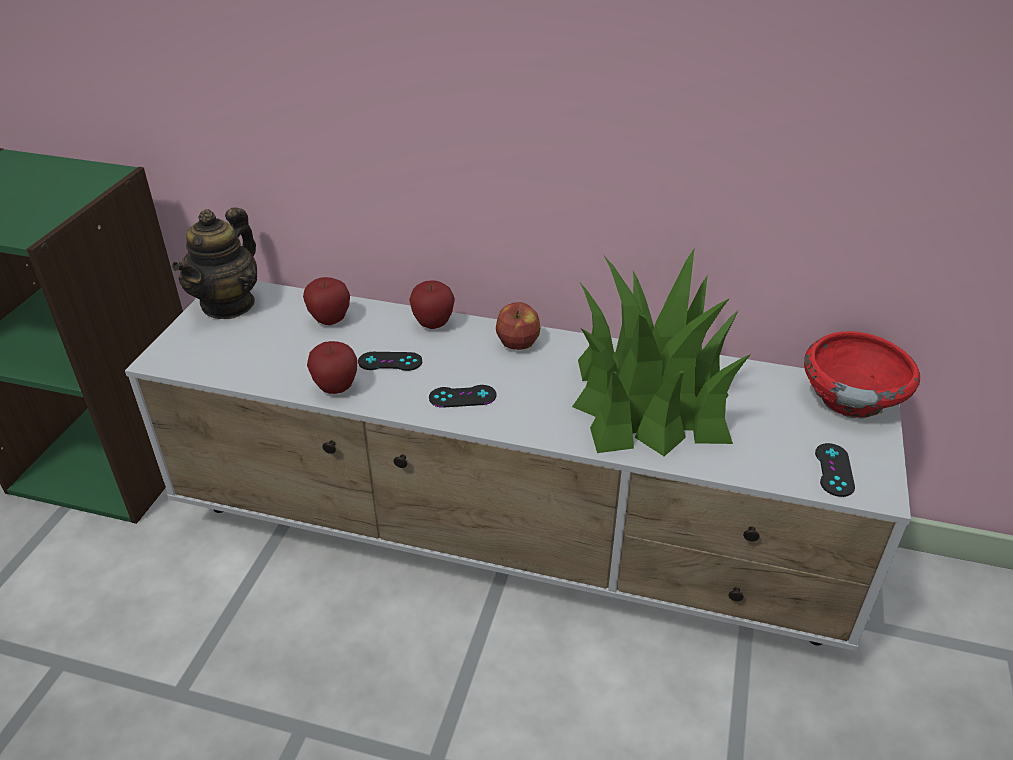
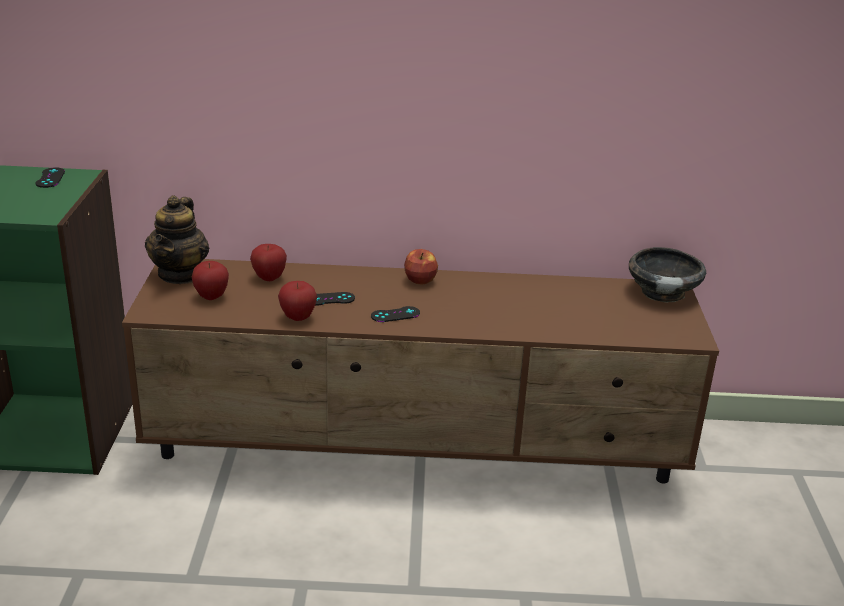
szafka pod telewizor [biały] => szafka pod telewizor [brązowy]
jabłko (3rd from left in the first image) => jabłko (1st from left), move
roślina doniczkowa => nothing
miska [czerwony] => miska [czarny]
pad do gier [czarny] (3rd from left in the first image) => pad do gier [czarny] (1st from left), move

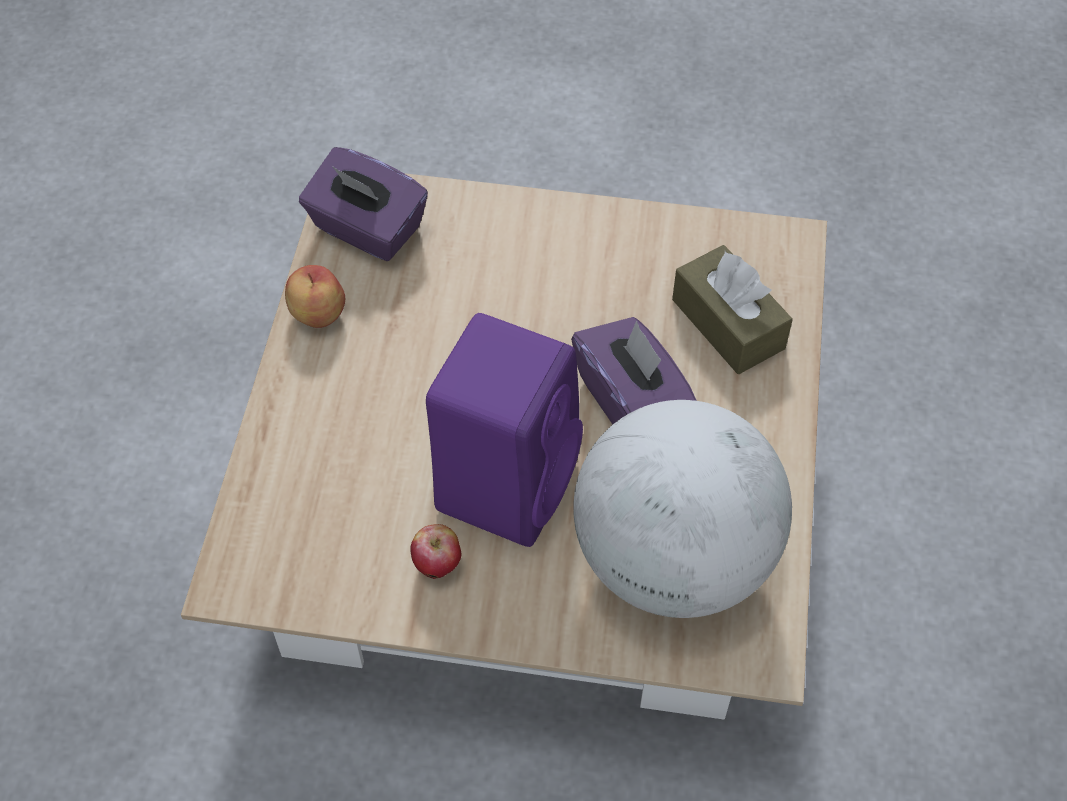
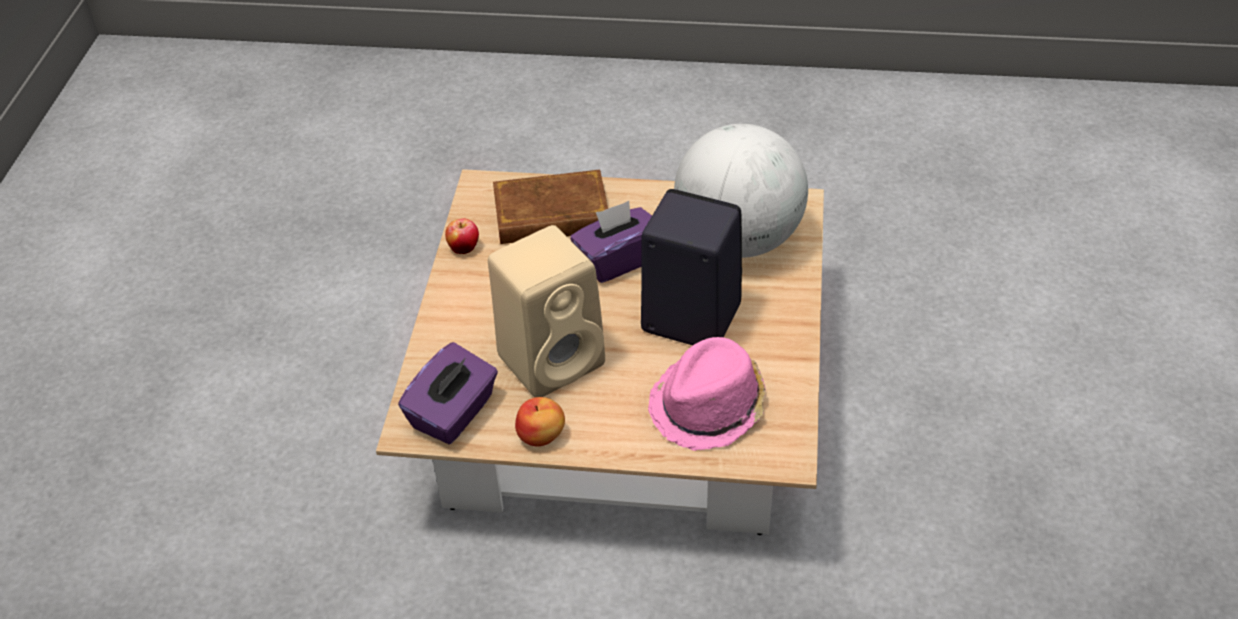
jabłko (2nd from left in the first image) => jabłko (1st from left), move
głośnik [fioletowy] => głośnik [czarny]
pudełko chusteczek [brązowy] => książka [brązowy]
nothing => głośnik [beżowy]
nothing => kapelusz [różowy]

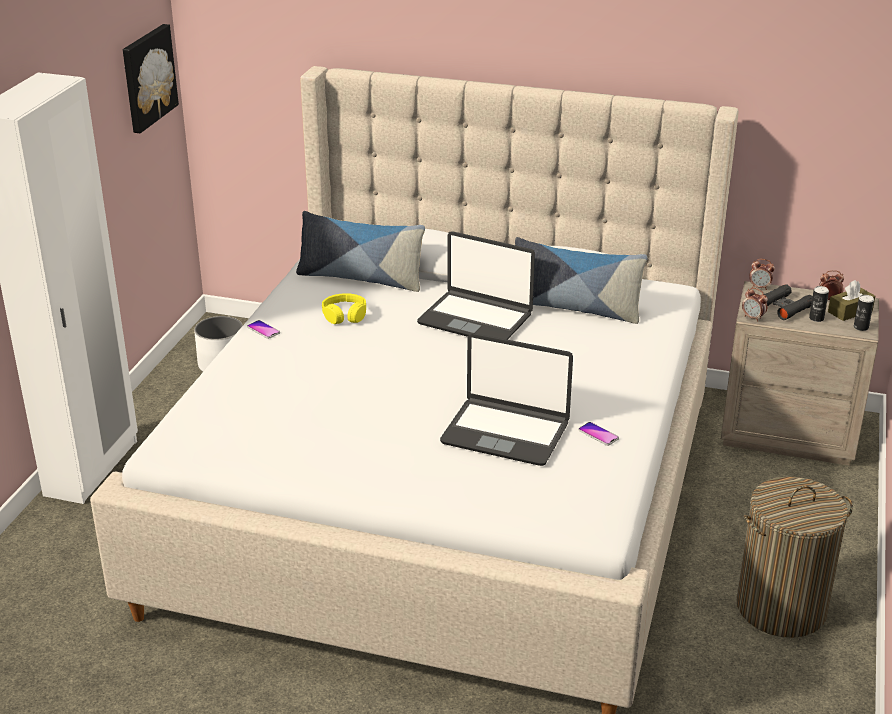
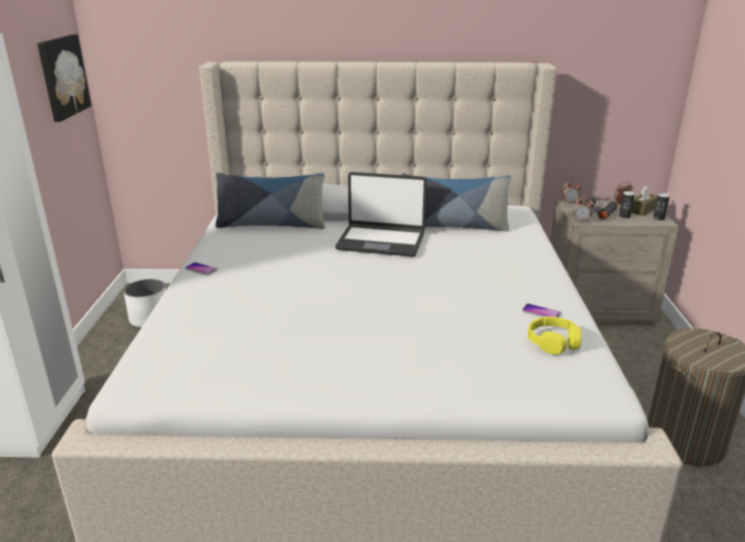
słuchawki [żółty], move
laptop (2nd from left) => nothing

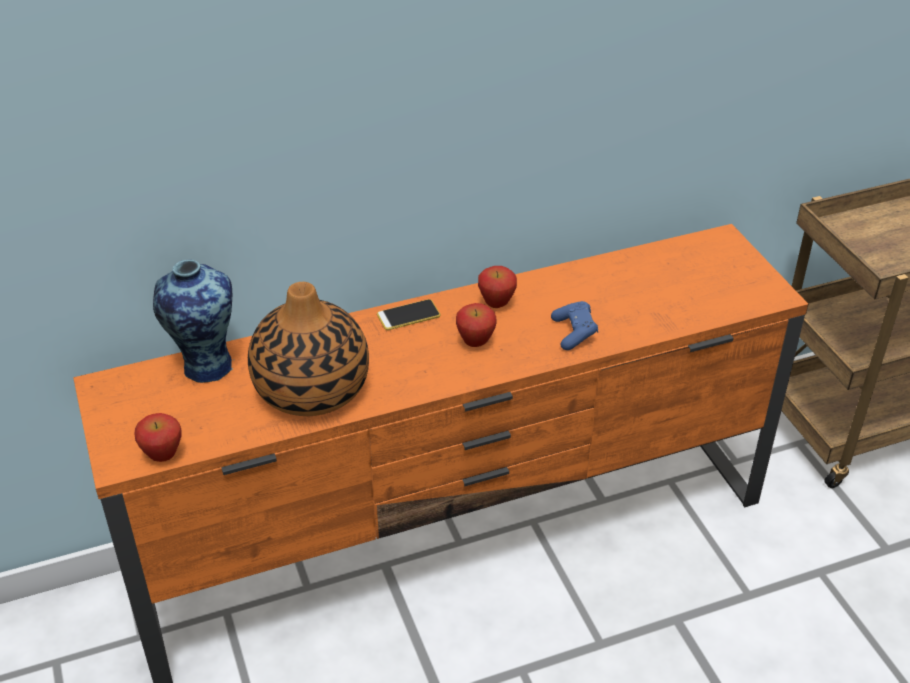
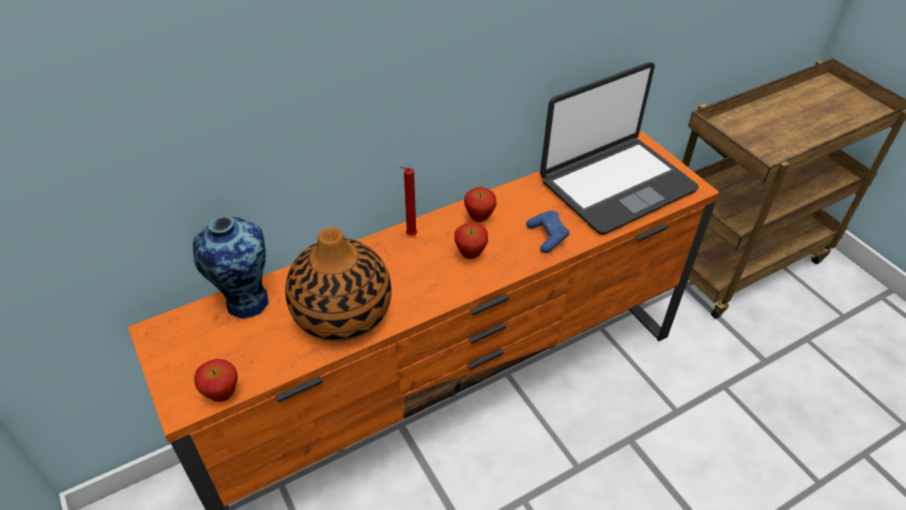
telefon => świeca [czerwony]
nothing => laptop

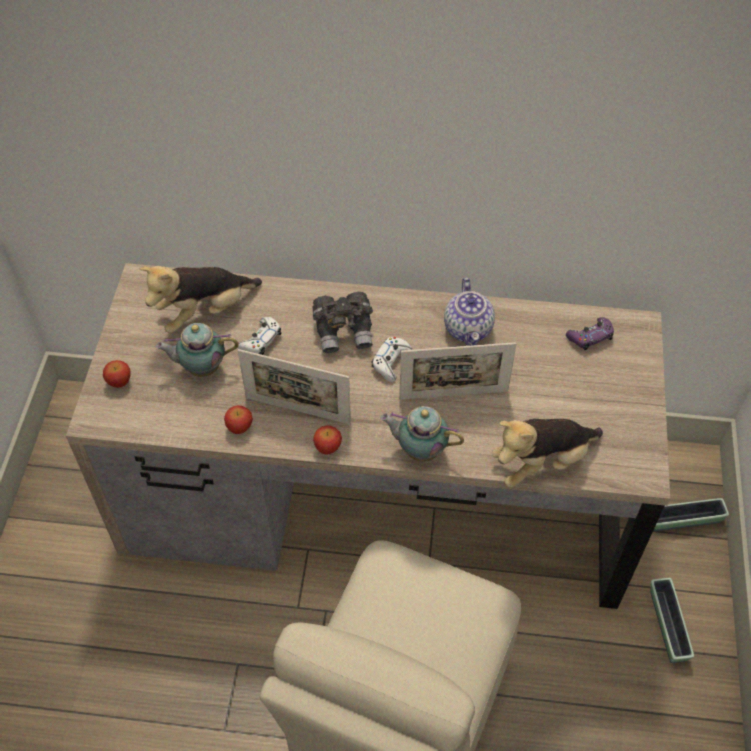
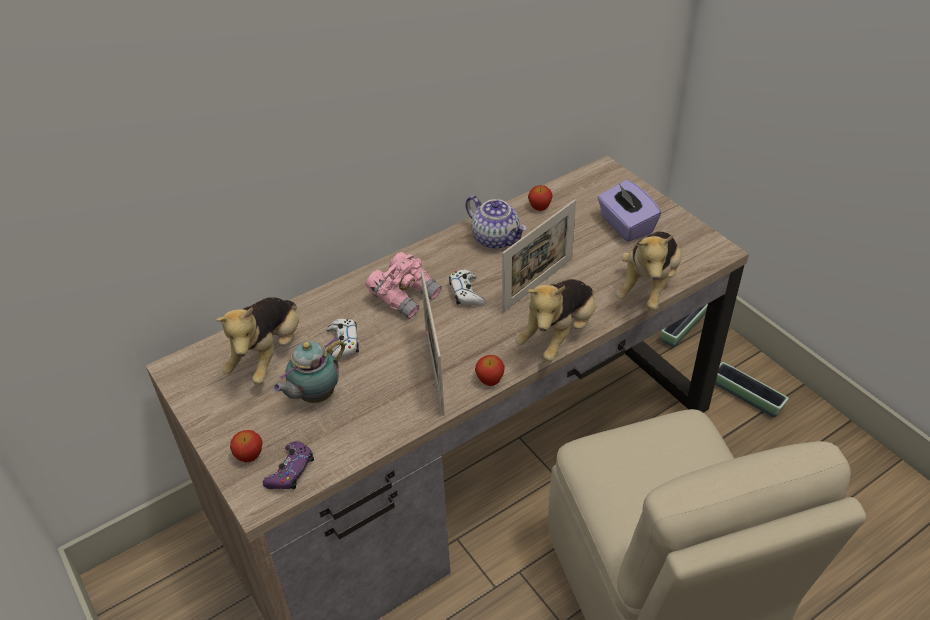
jabłko (2nd from left in the first image) => jabłko (3rd from left), move
ramka na zdjęcie (1st from left), 105 degrees clockwise
lornetka [szary] => lornetka [różowy]
imbryk (2nd from left) => pluszak (2nd from left)
pad do gier [fioletowy], move
nothing => pudełko chusteczek [fioletowy]

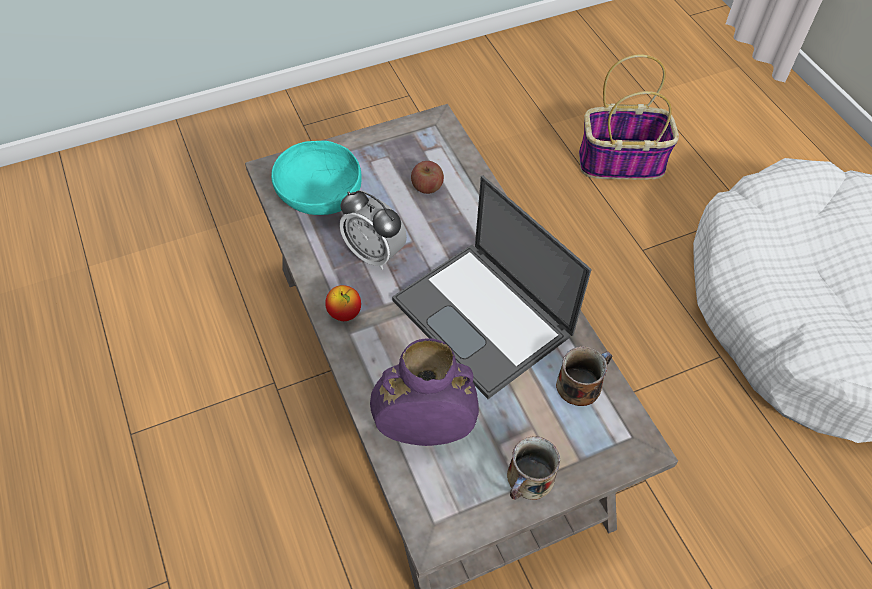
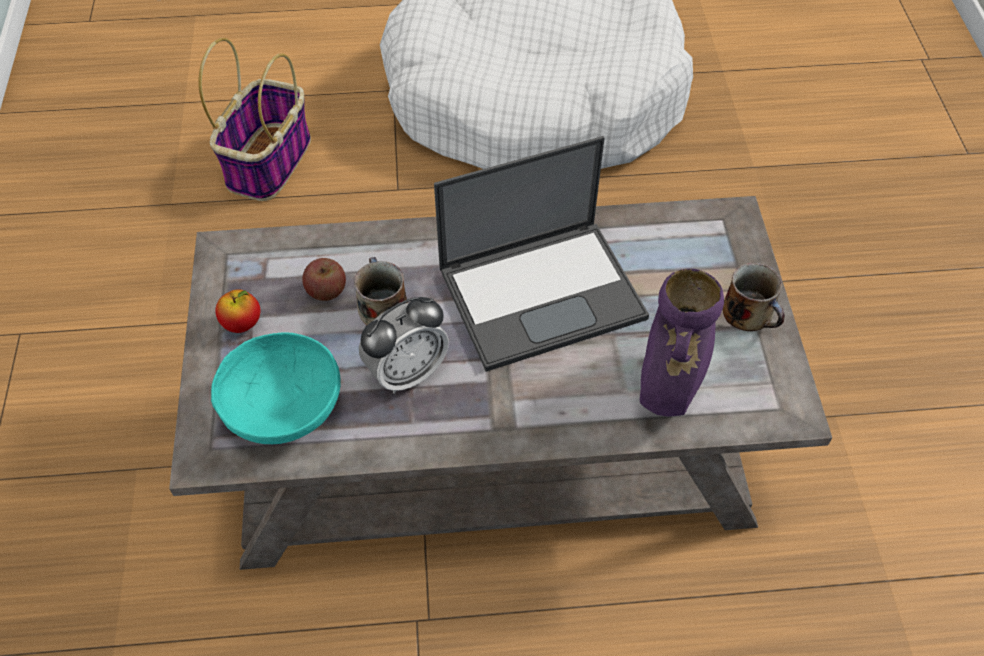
jabłko (1st from left), move
kubek (2nd from left in the first image) => kubek (1st from left), move

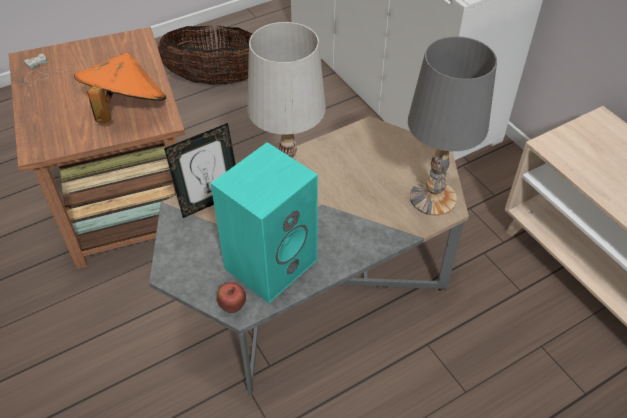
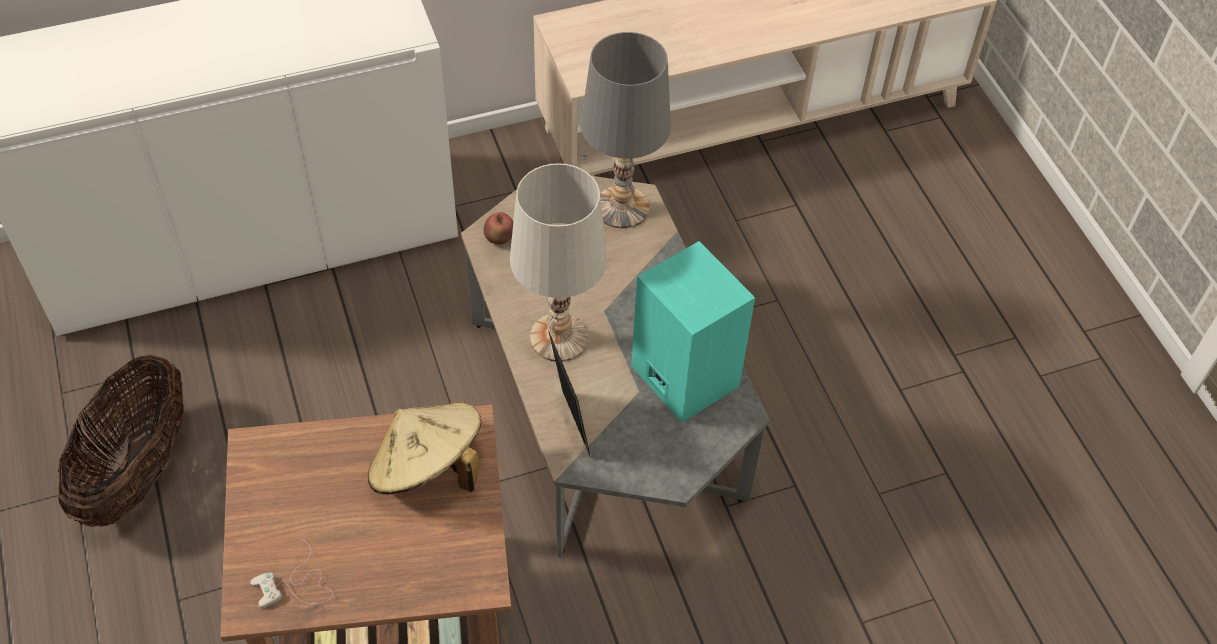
kapelusz [pomarańczowy] => kapelusz [beżowy]
jabłko, move

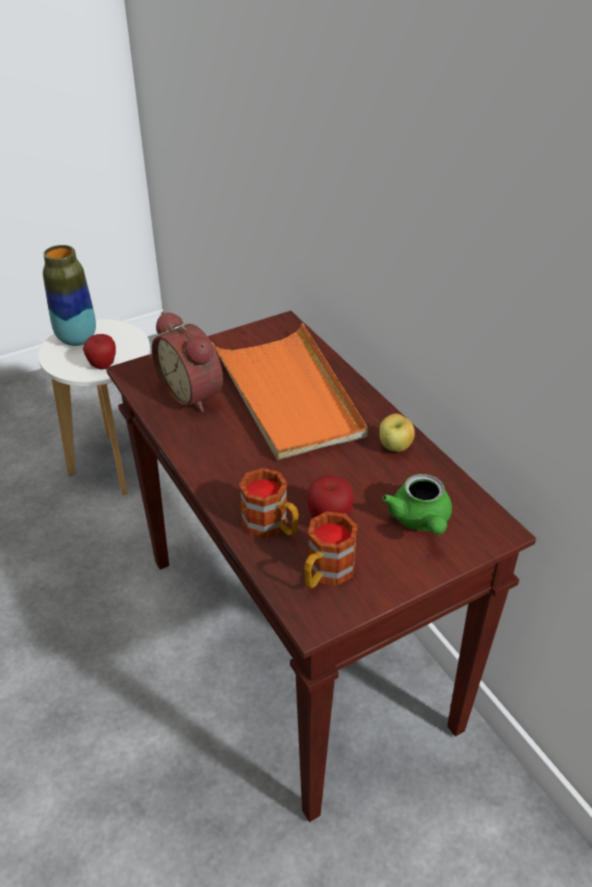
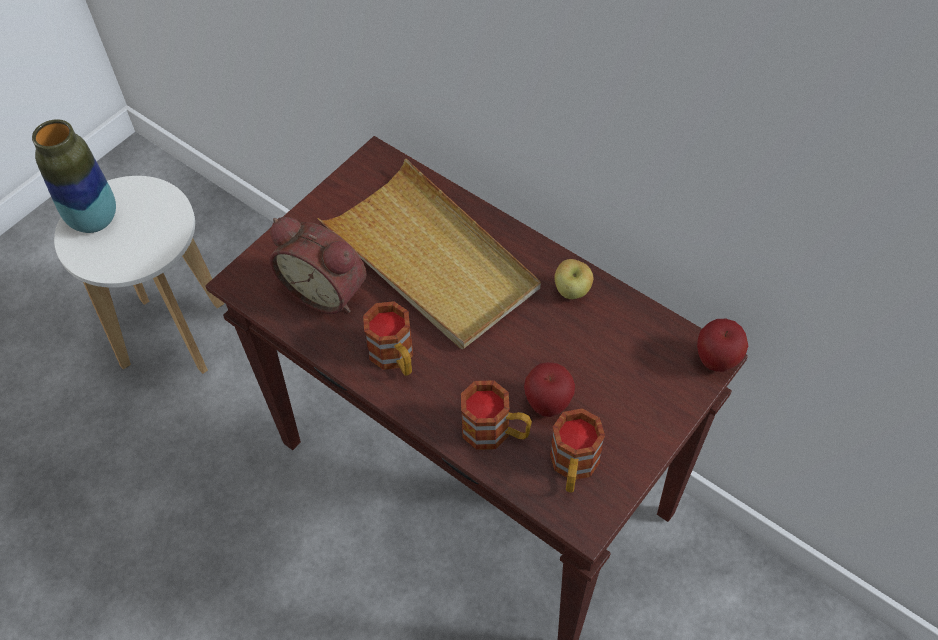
jabłko (1st from left in the first image) => jabłko (3rd from left), move
taca [pomarańczowy] => taca [beżowy]
imbryk [zielony] => nothing
nothing => kubek (1st from left)

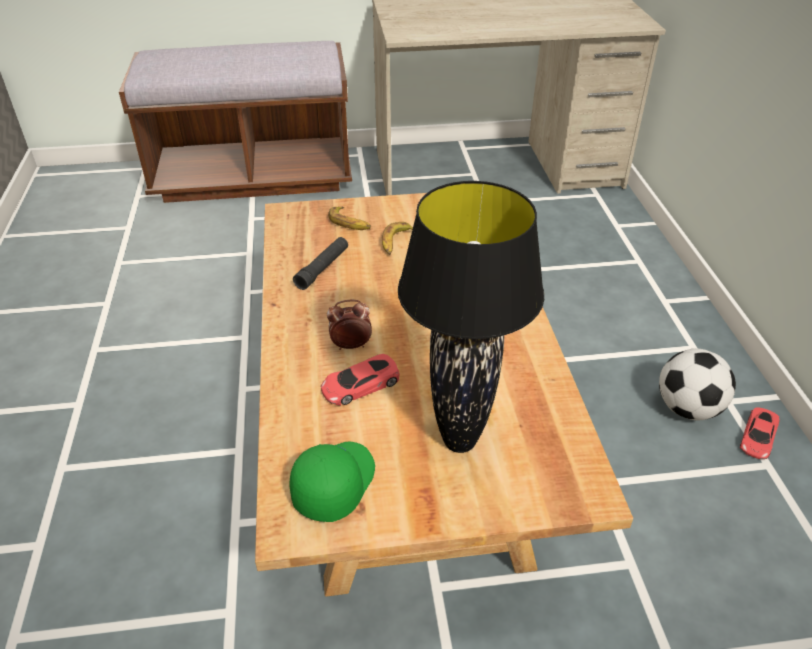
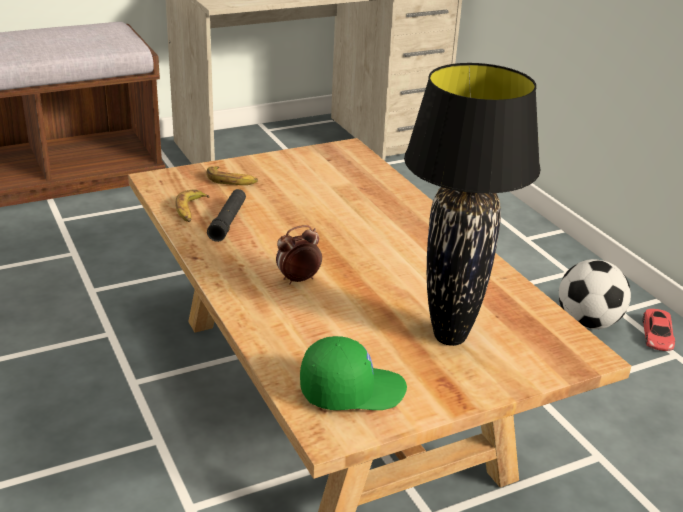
czapka z daszkiem [zielony], 75 degrees clockwise
samochodzik [czerwony] (1st from left) => nothing
banan (2nd from left in the first image) => banan (1st from left), move

